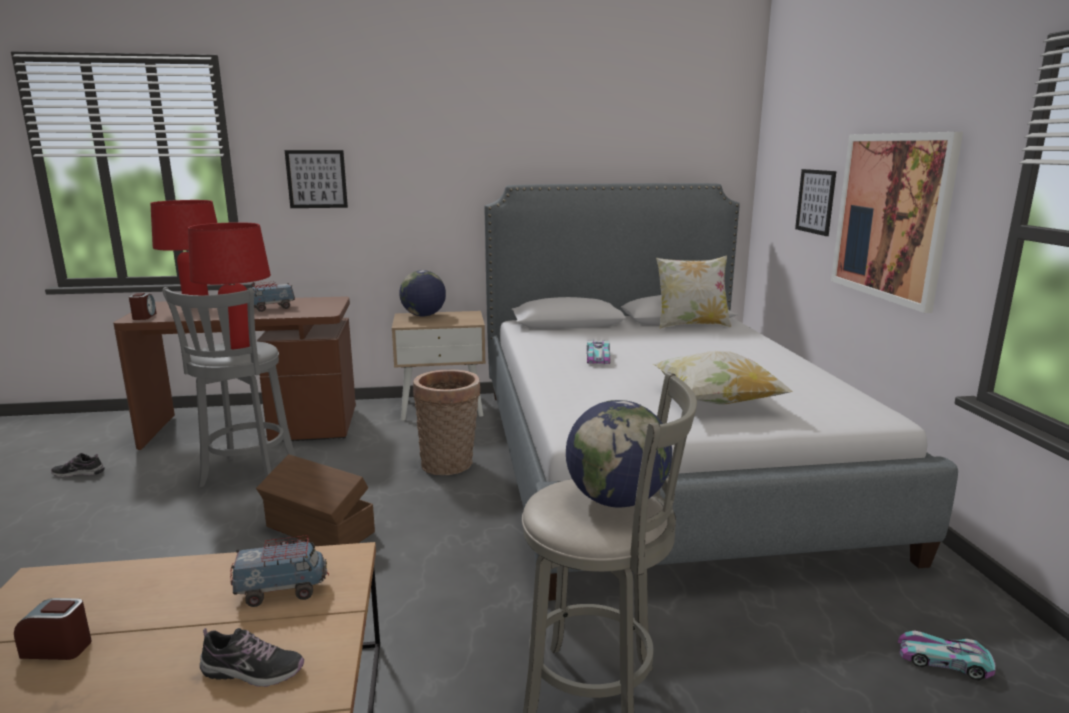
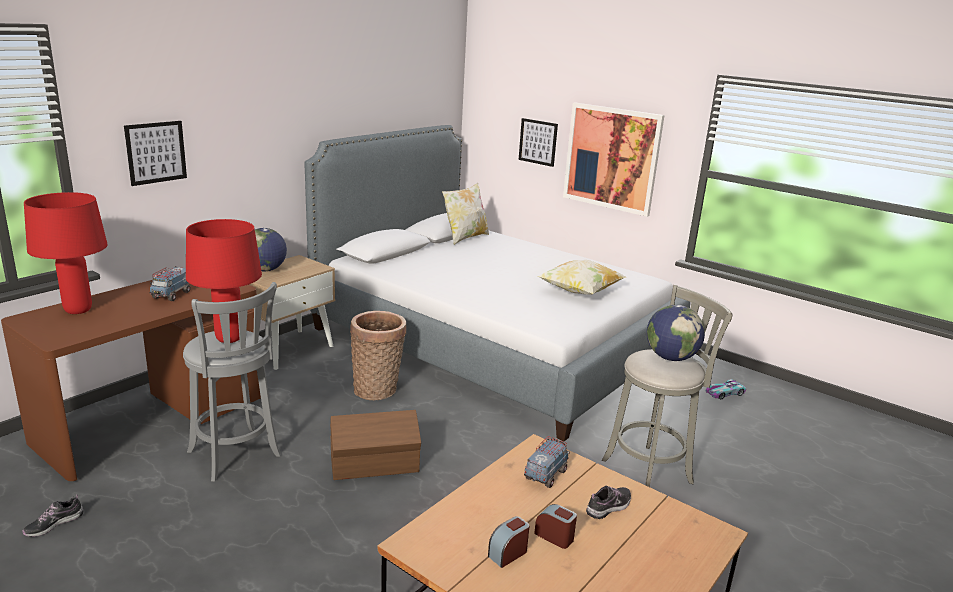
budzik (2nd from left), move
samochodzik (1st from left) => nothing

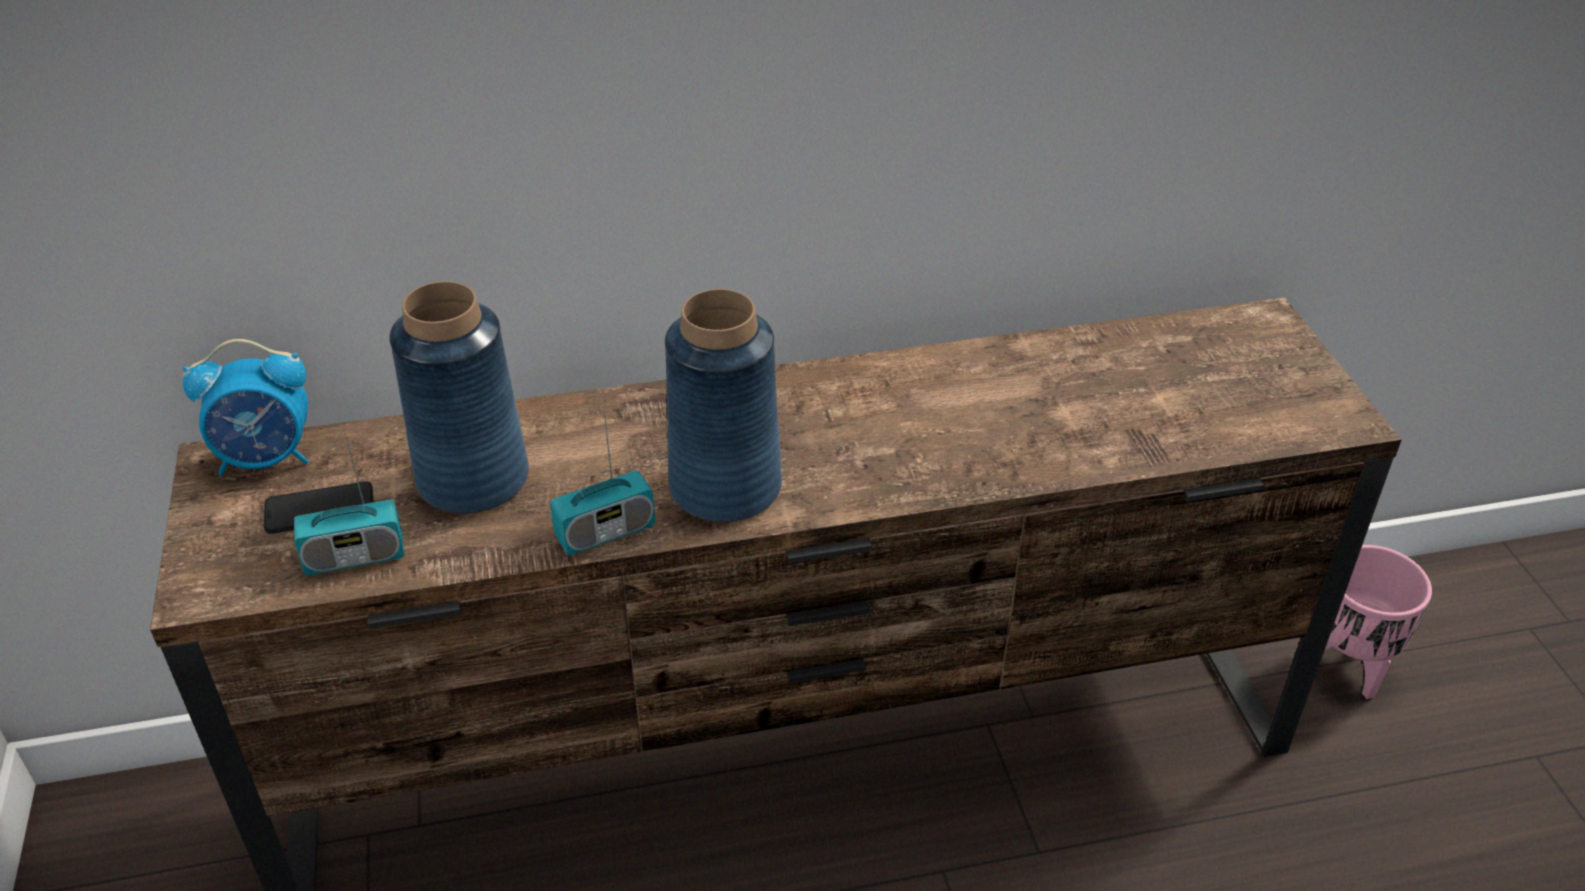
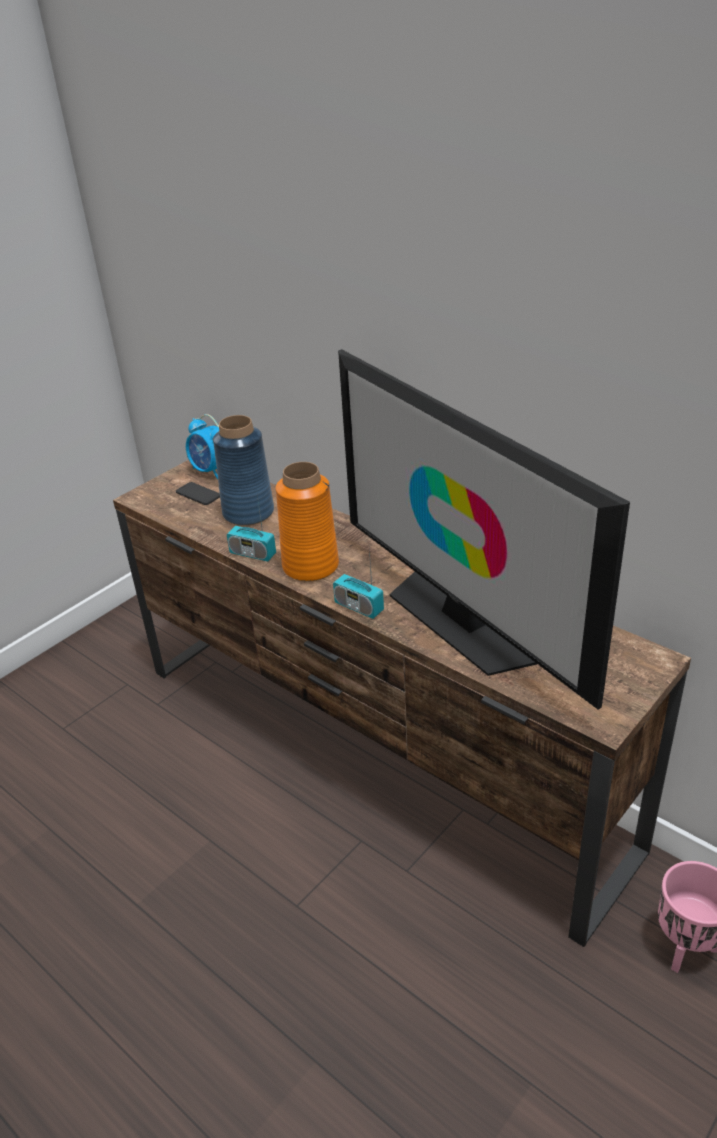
radio (1st from left in the first image) => radio (2nd from left), move
wazon [niebieski] (2nd from left) => wazon [pomarańczowy]
nothing => telewizor

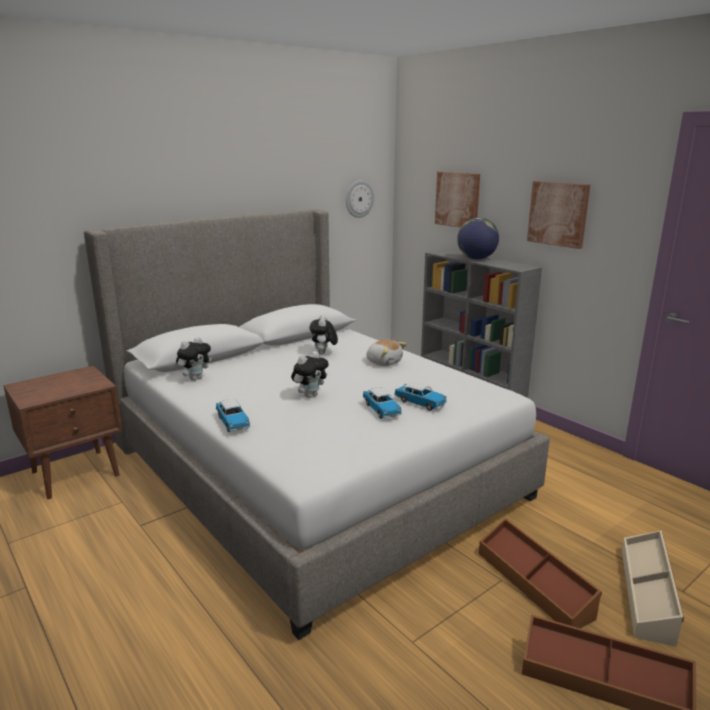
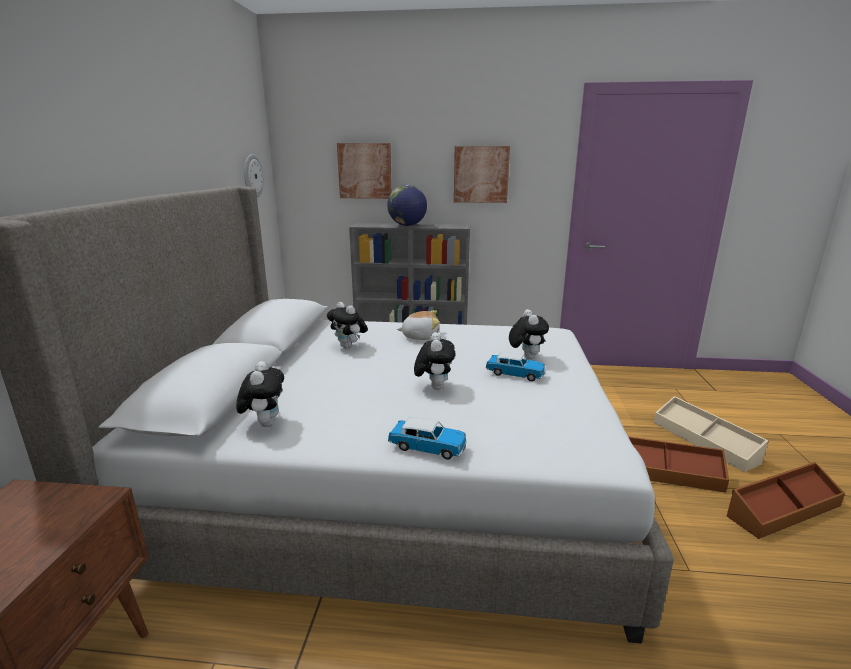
samochodzik (3rd from left) => pluszak (5th from left)

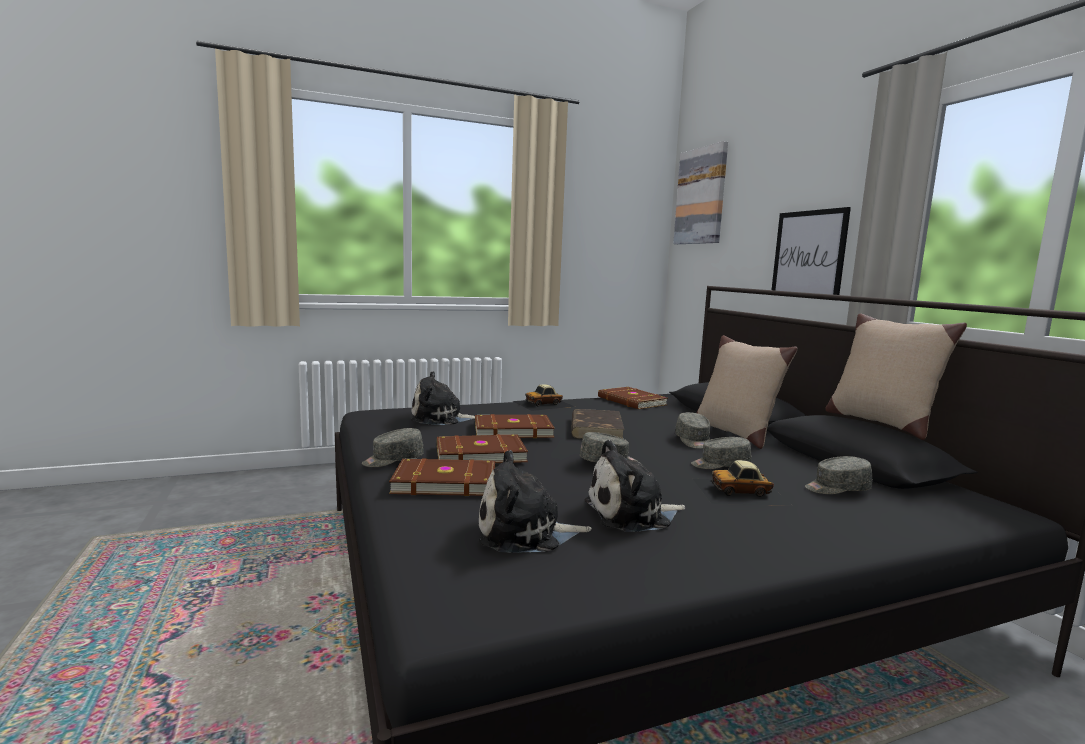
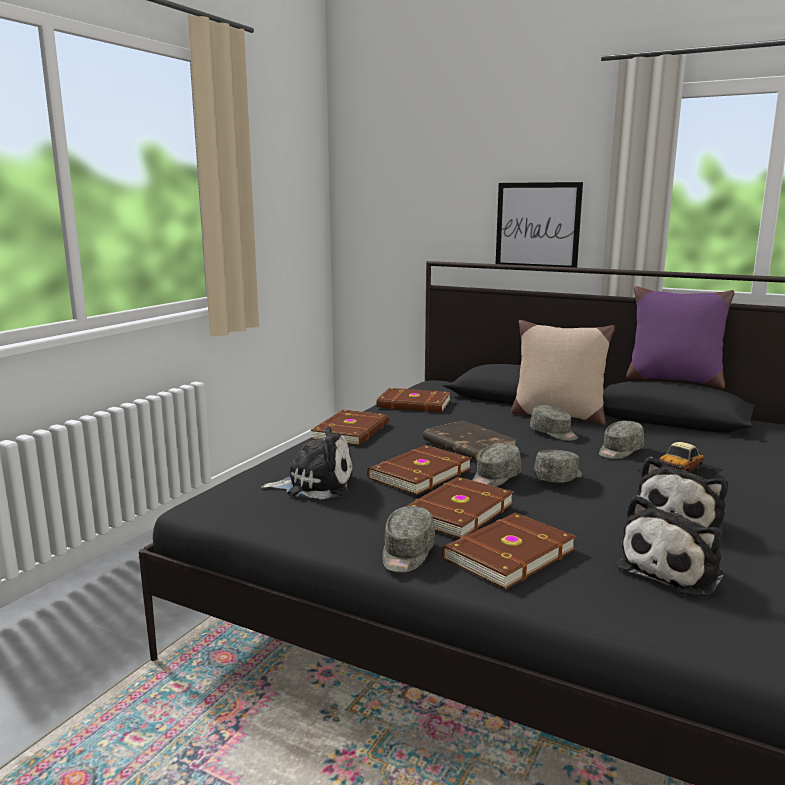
pluszak (1st from left), 135 degrees counterclockwise
samochodzik (1st from left) => książka [brązowy] (1st from left)
obraz (1st from left) => nothing
czapka z daszkiem [szary] (5th from left in the first image) => czapka z daszkiem [szary] (2nd from left), move
poduszka [beżowy] (2nd from left) => poduszka [fioletowy]

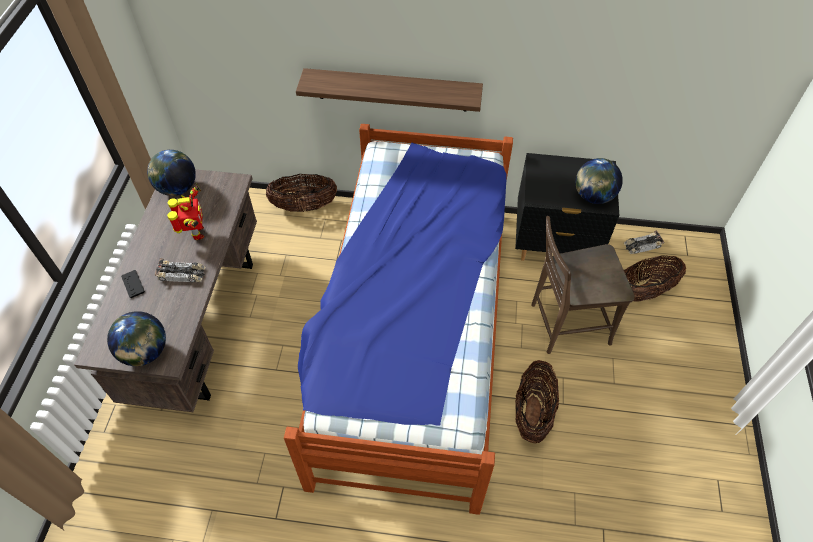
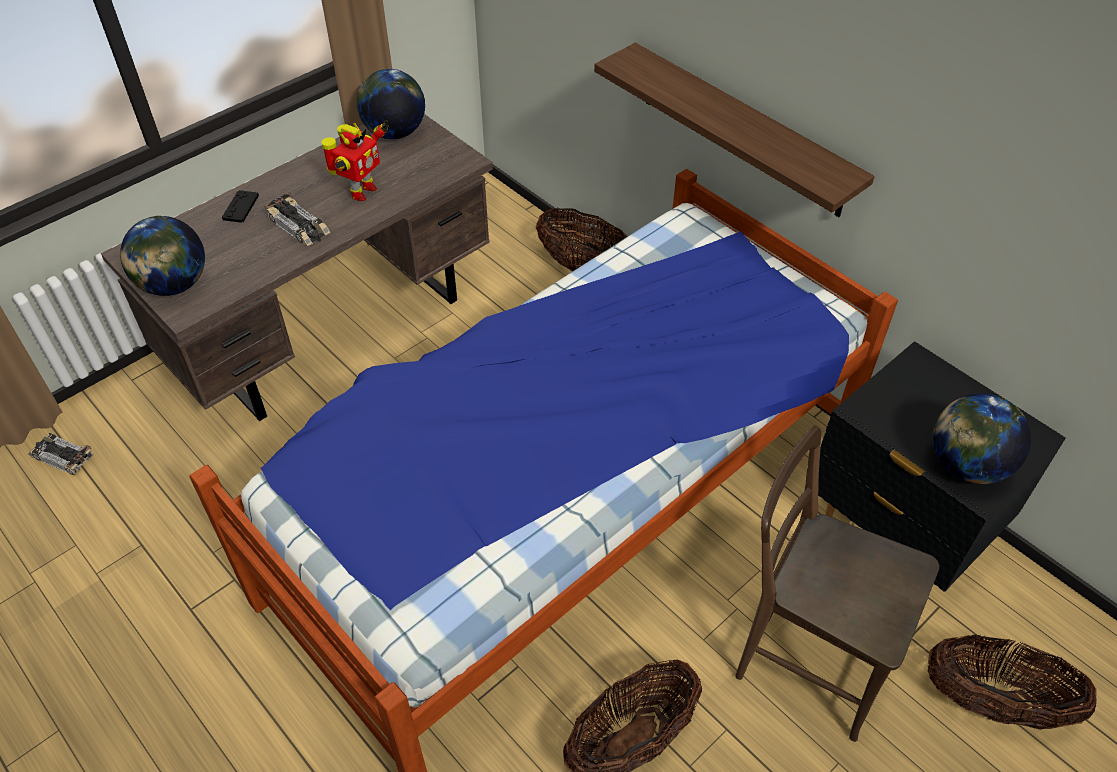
samochodzik (2nd from left in the first image) => samochodzik (1st from left), move

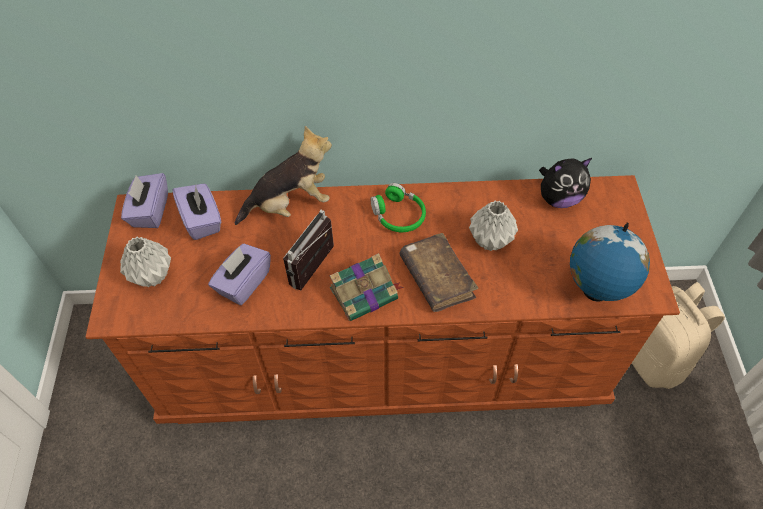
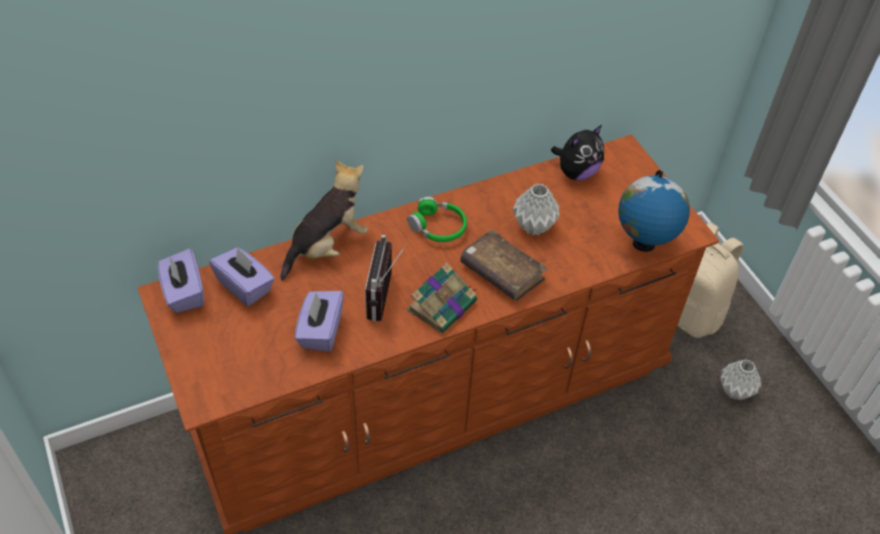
wazon [szary] (1st from left in the first image) => wazon [szary] (2nd from left), move

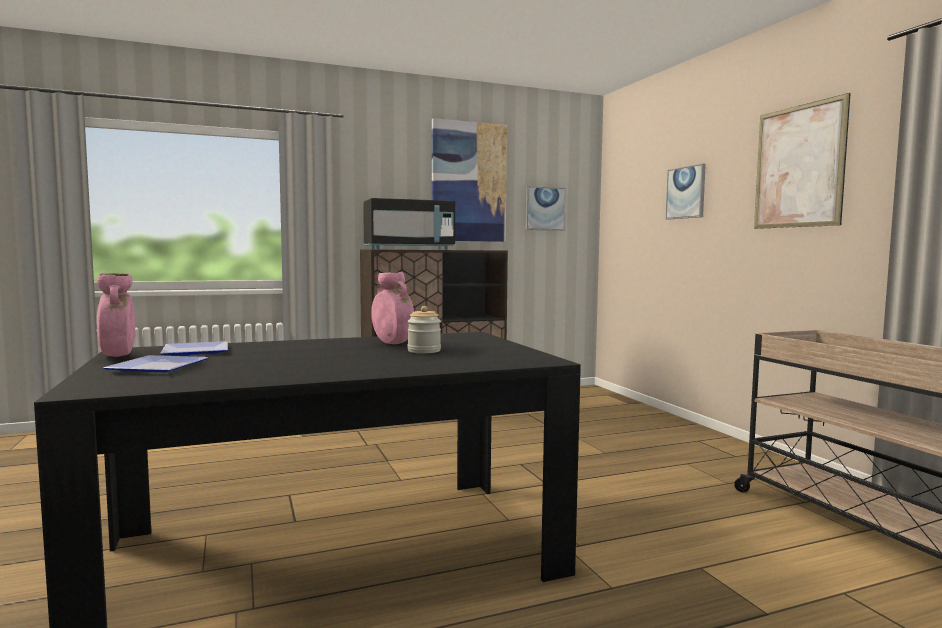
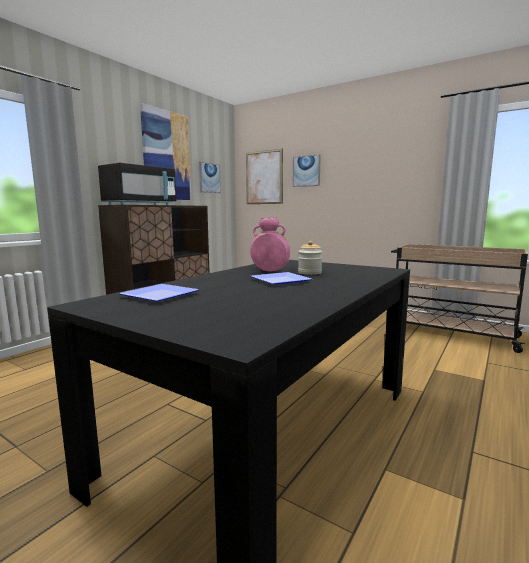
wazon [różowy] (1st from left) => nothing
talerz (1st from left in the first image) => talerz (2nd from left), move
obraz (4th from left in the first image) => obraz (3rd from left), move

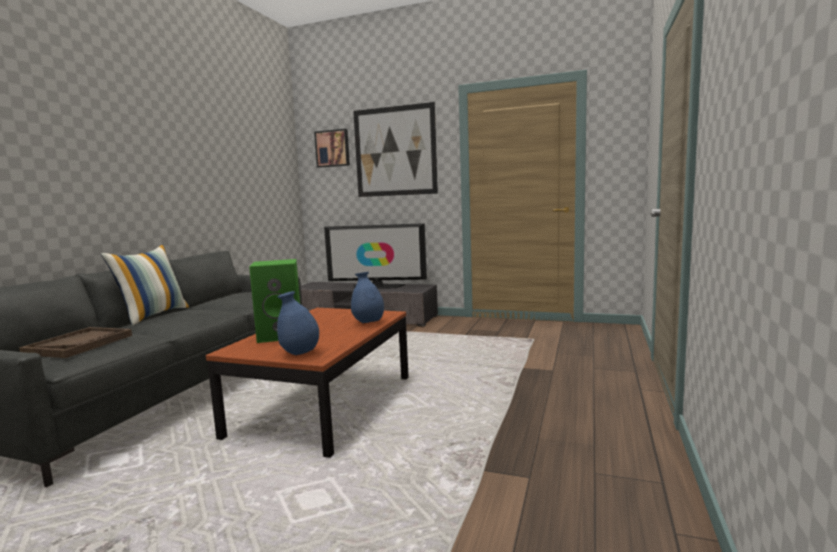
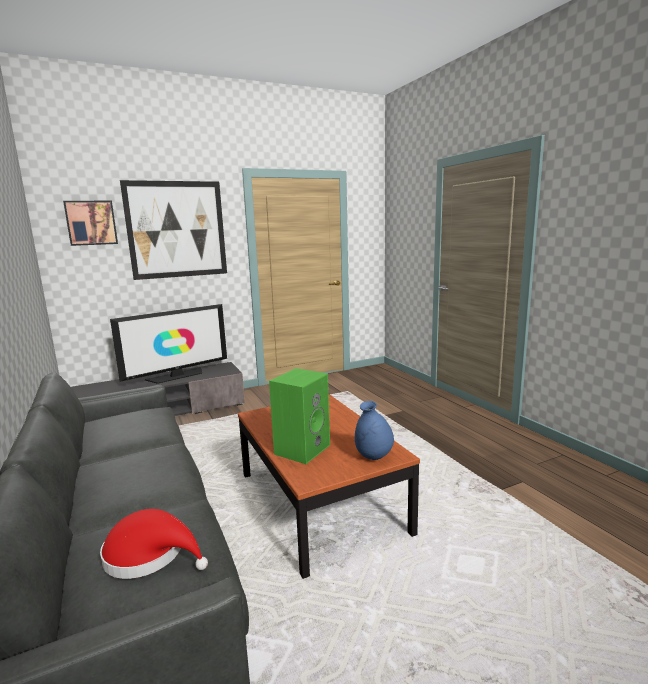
taca [brązowy] => kapelusz [czerwony]
poduszka => nothing
wazon [niebieski] (2nd from left) => nothing

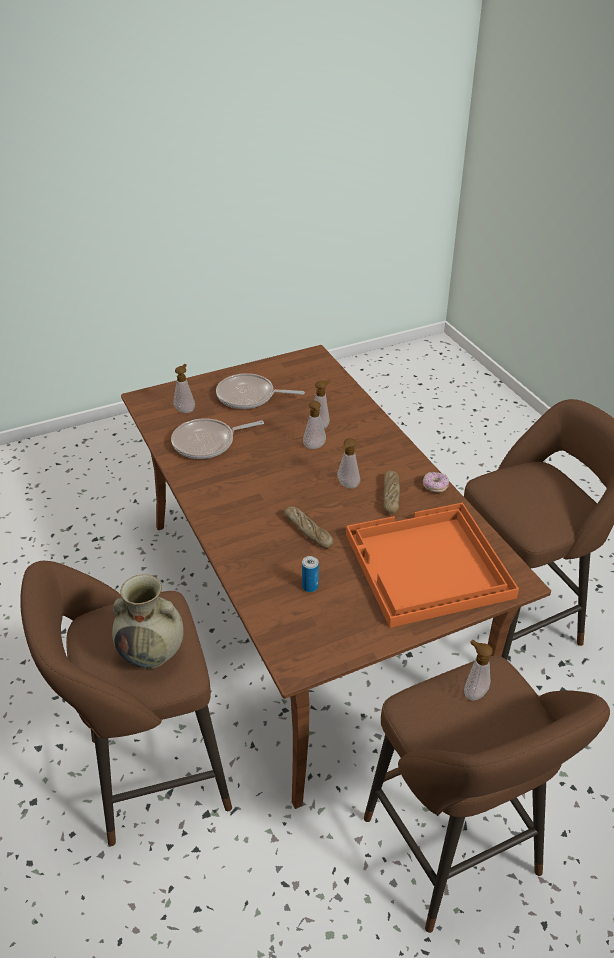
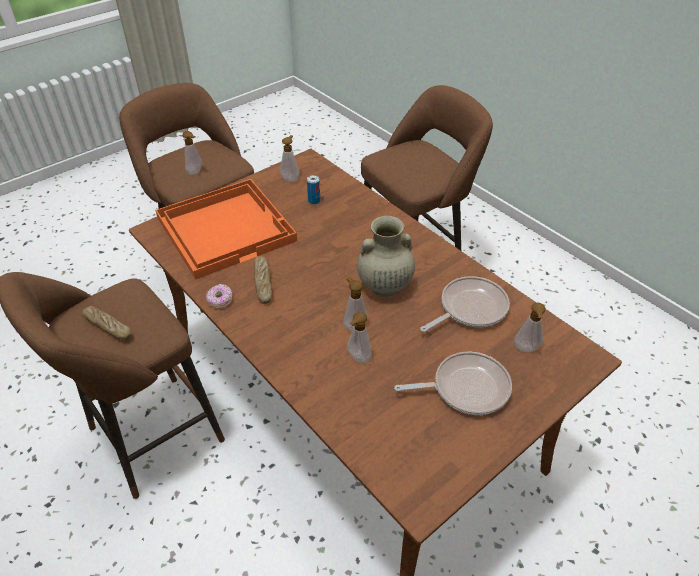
wazon [beżowy], move
chleb (1st from left), move
dozownik mydła (4th from left in the first image) => dozownik mydła (2nd from left), move

